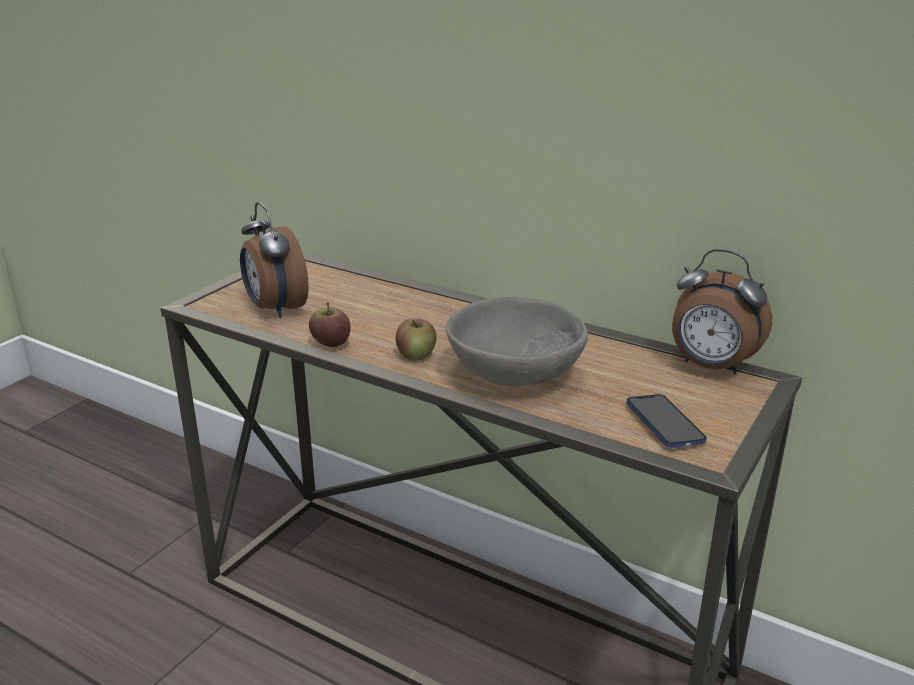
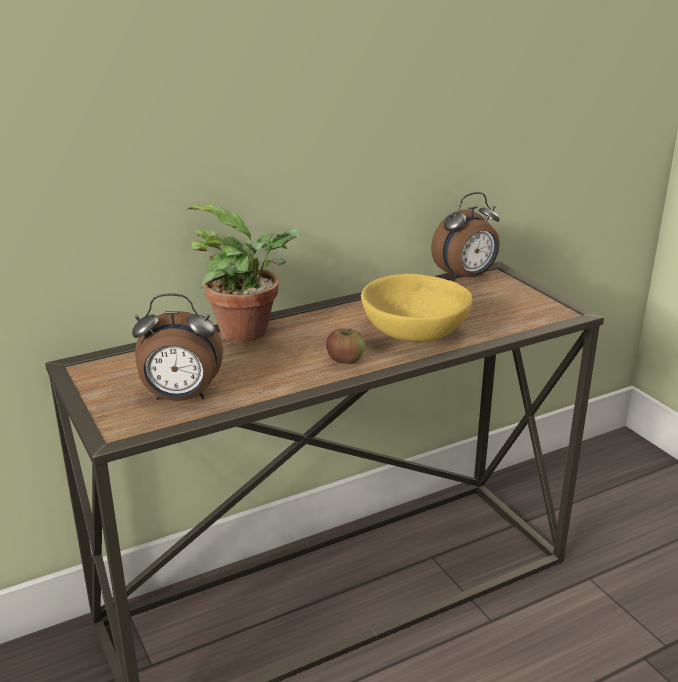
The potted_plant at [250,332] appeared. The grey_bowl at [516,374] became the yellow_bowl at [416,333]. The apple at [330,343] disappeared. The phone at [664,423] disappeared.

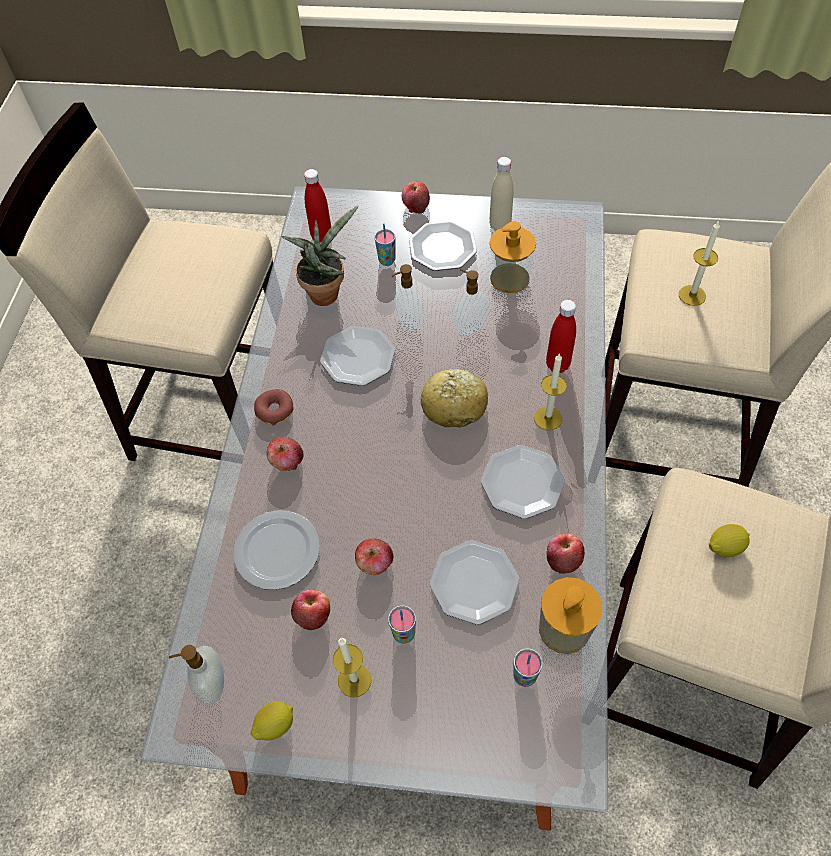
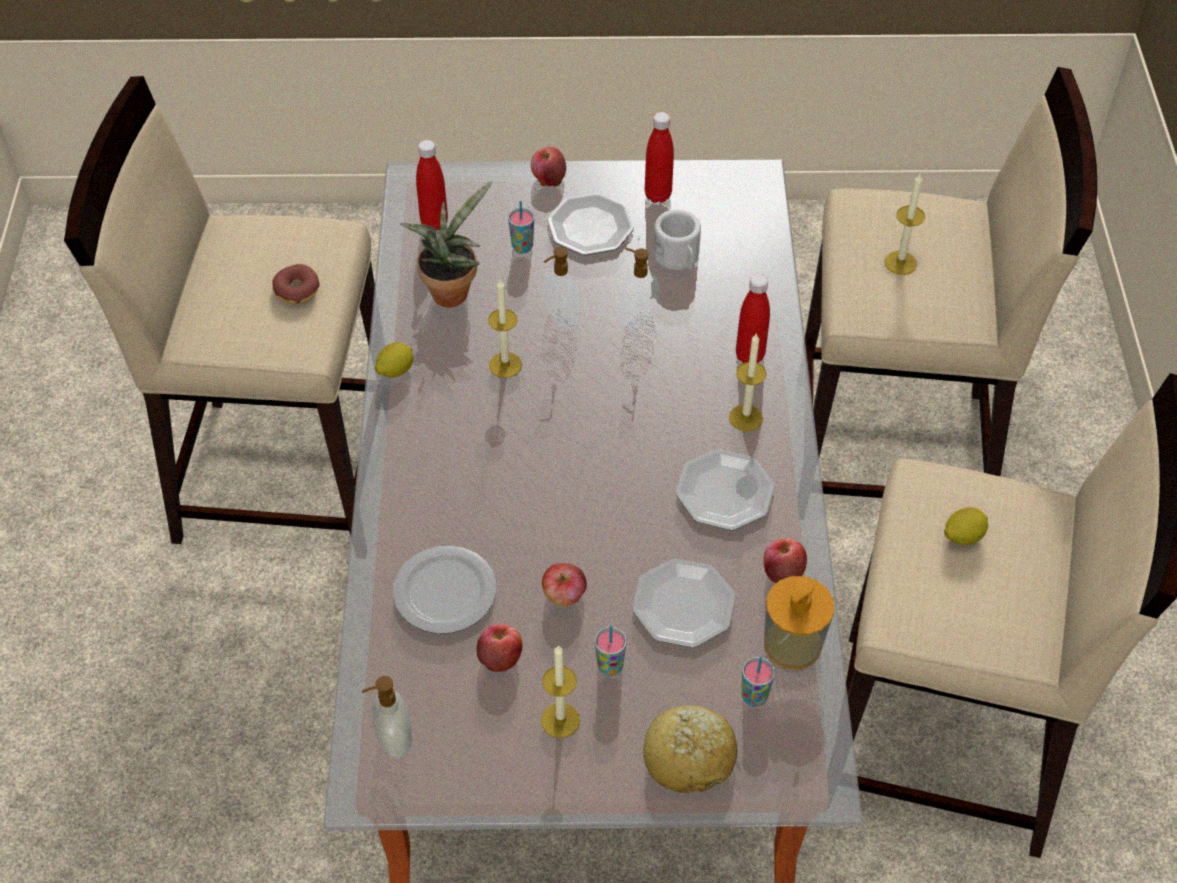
The donut moved from [275,411] to [297,290]. The lemon moved from [275,725] to [395,371]. The plate at [358,357] was replaced by the candle at [505,365]. The bread moved from [454,405] to [689,757]. The beige_bottle at [500,225] became the red_bottle at [658,195]. The soap_dispenser at [509,278] was replaced by the white_mug at [678,258]. The apple at [287,462] disappeared.

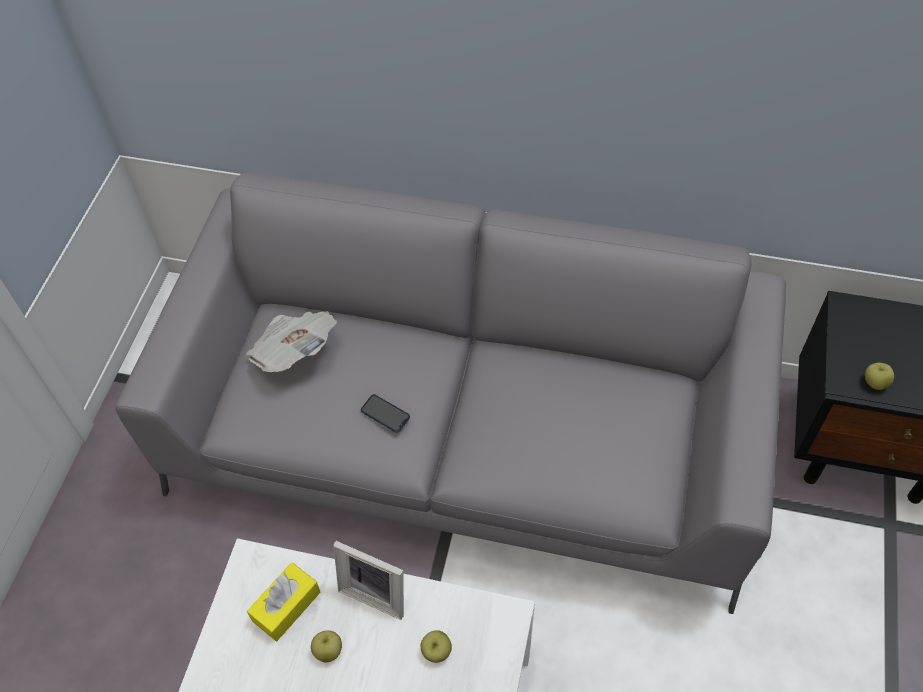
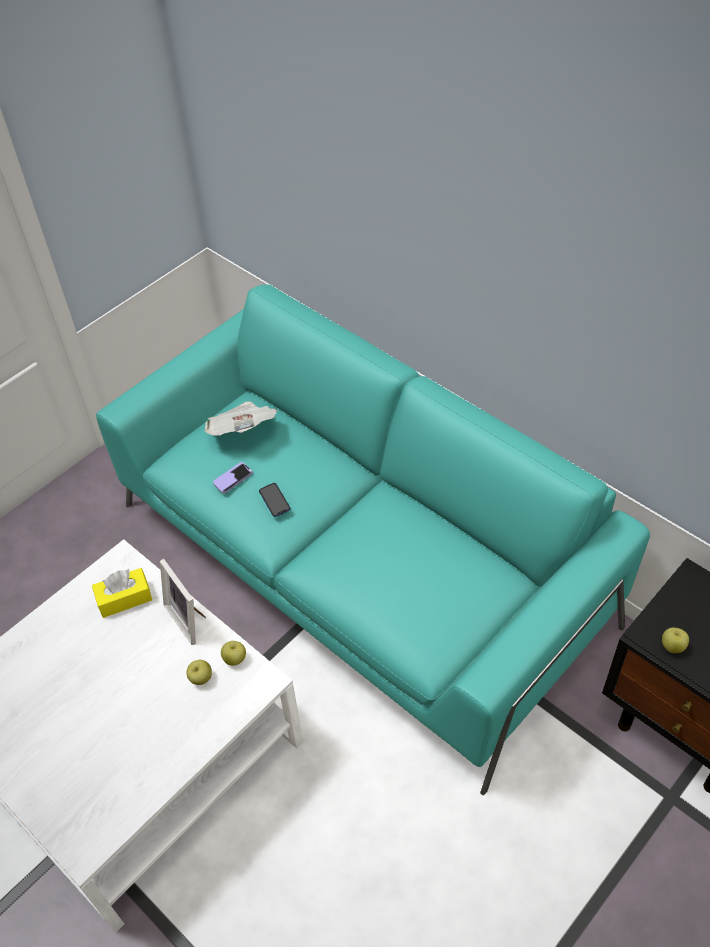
The grey_sofa at [465,437] became the turquoise_sofa at [361,563]. The phone at [233,478] appeared. The apple moved from [328,651] to [235,659].

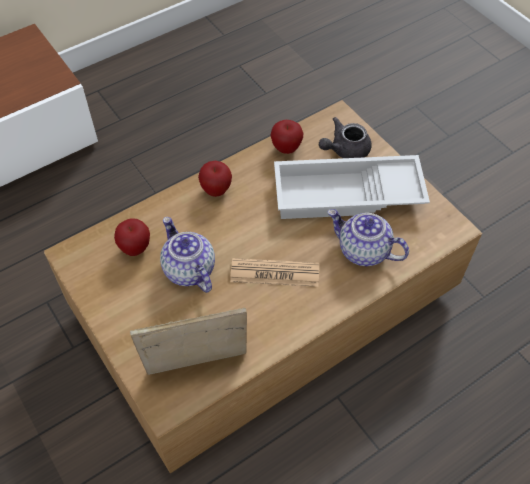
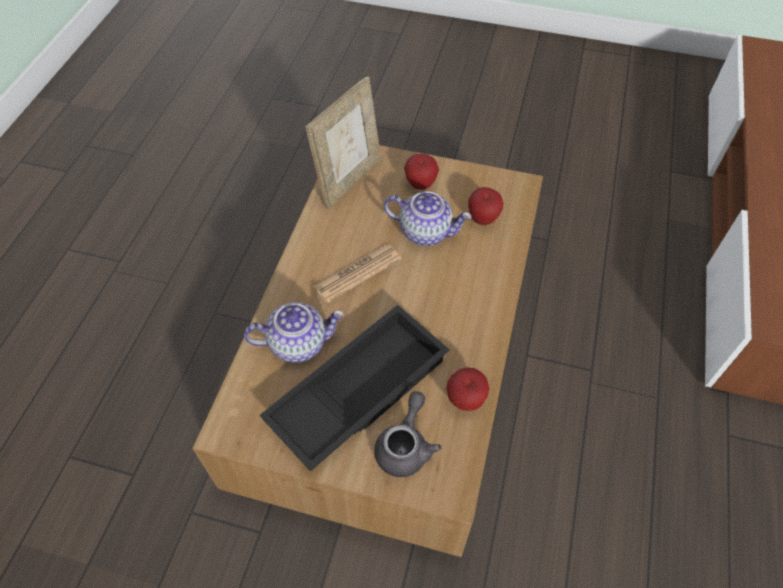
The white_tray at [347,196] became the black_tray at [358,389]. The apple moved from [216,190] to [420,184].

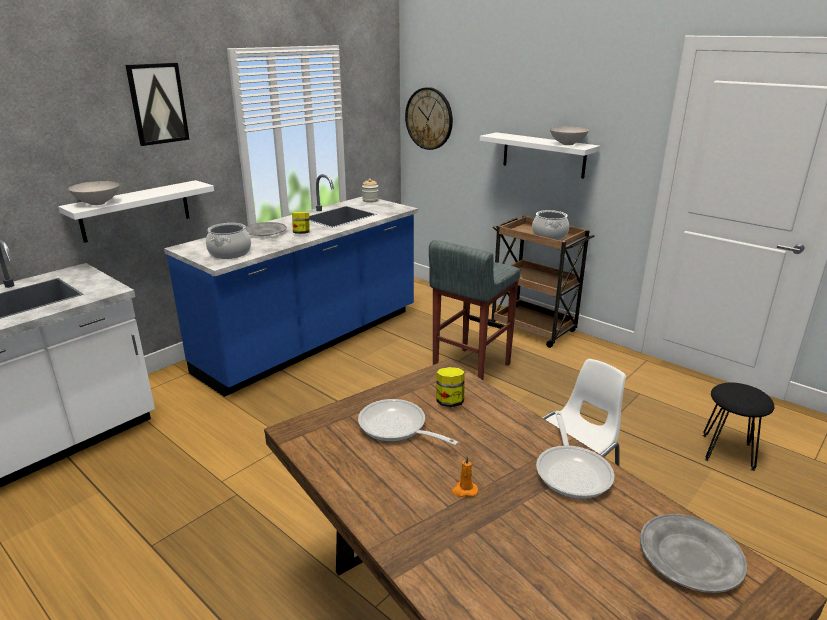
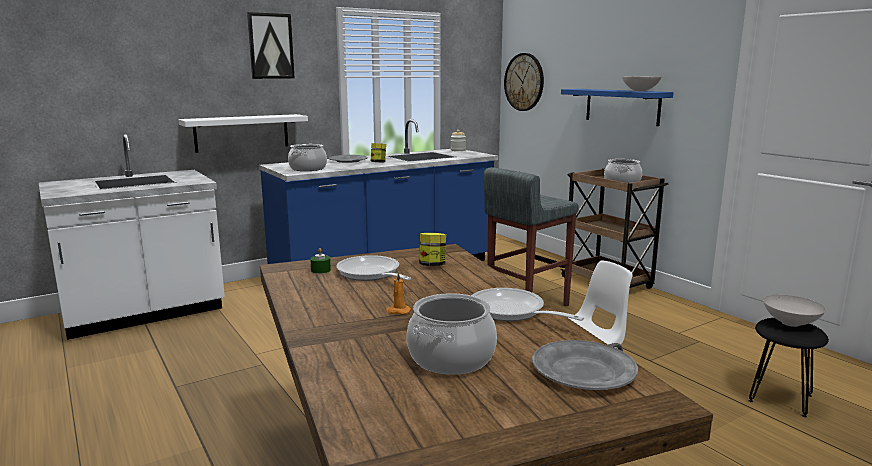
The green_candle at [320,270] appeared. The cooking_pot at [451,358] appeared. The frying_pan at [572,471] turned 120 degrees clockwise. The white_shelf at [543,155] became the blue_shelf at [622,106]. The white_bowl moved from [98,203] to [791,323].

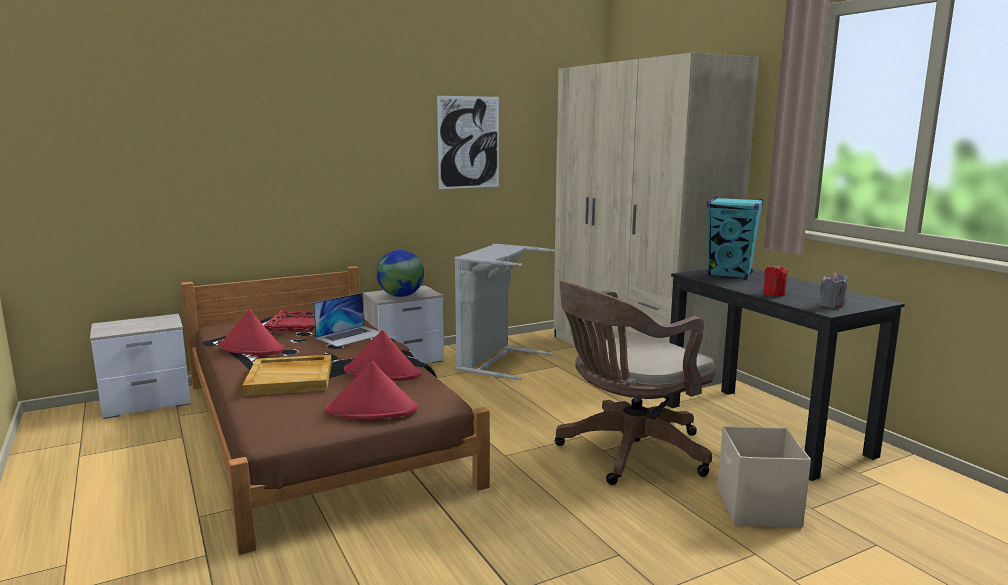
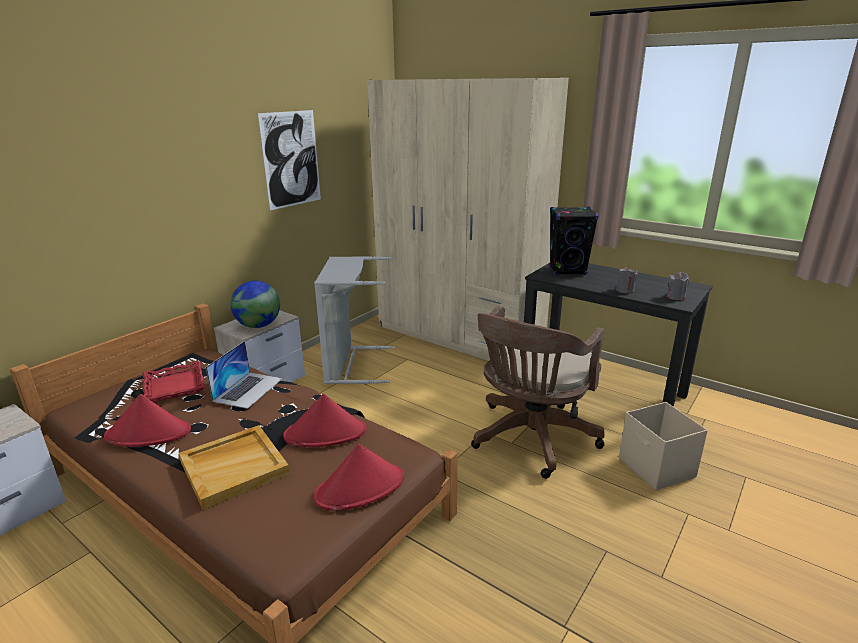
The turquoise_speaker at [730,274] became the black_speaker at [568,271]. The red_candle at [774,294] became the grey_candle at [625,290].

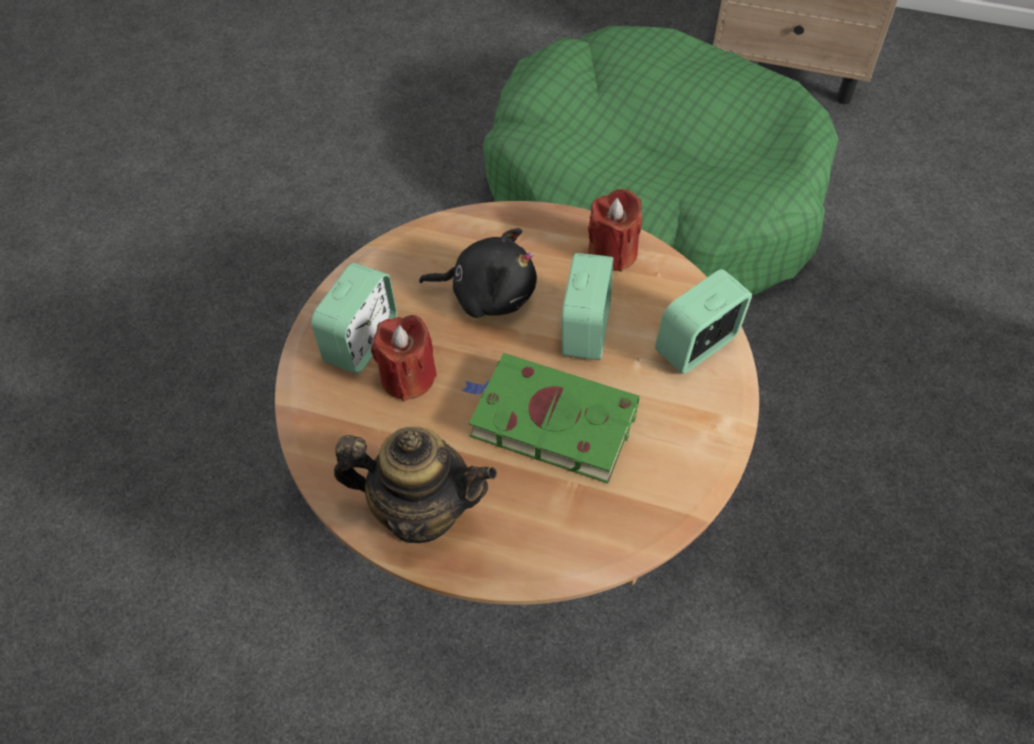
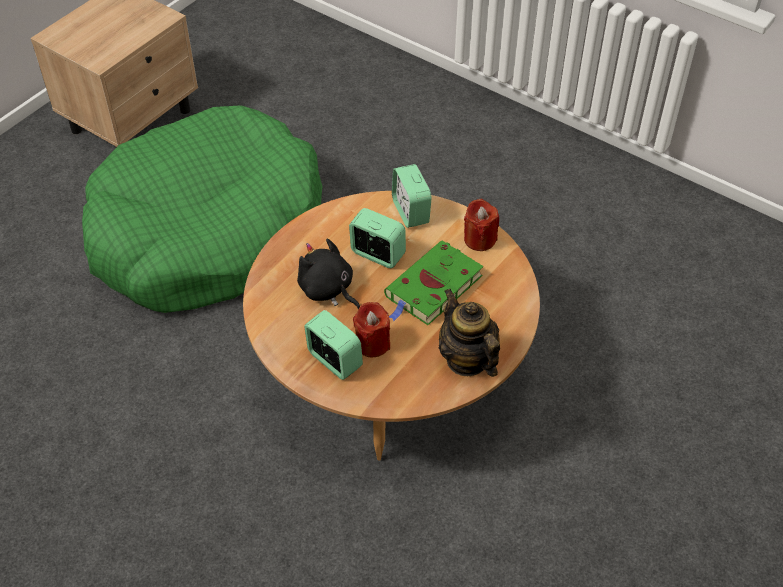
The black_plush_toy at [487,294] turned 75 degrees counterclockwise. The teapot at [420,510] turned 60 degrees counterclockwise. The red_candle moved from [612,252] to [479,239].

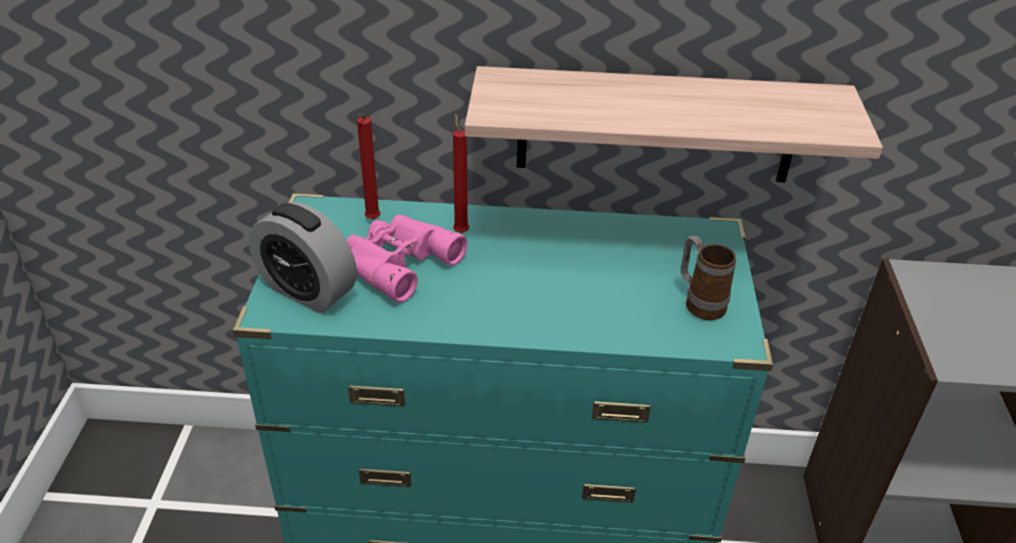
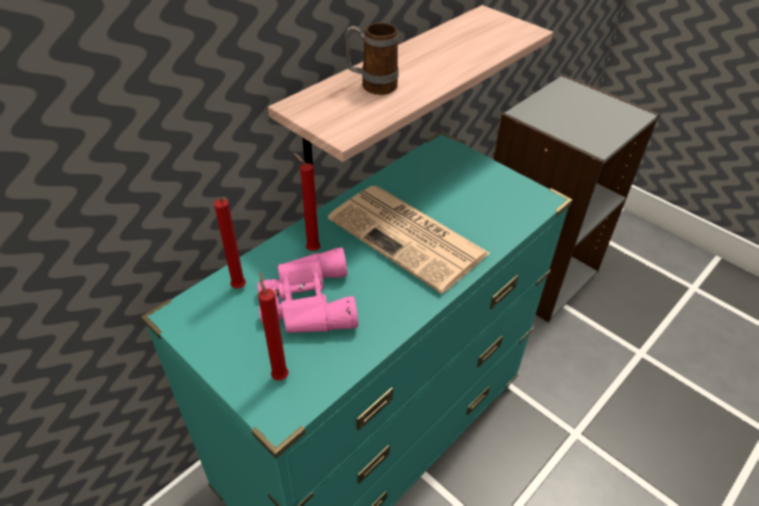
The alarm_clock at [307,290] was replaced by the red_candle at [279,375]. The newspaper at [409,237] appeared. The mug moved from [699,302] to [372,86].

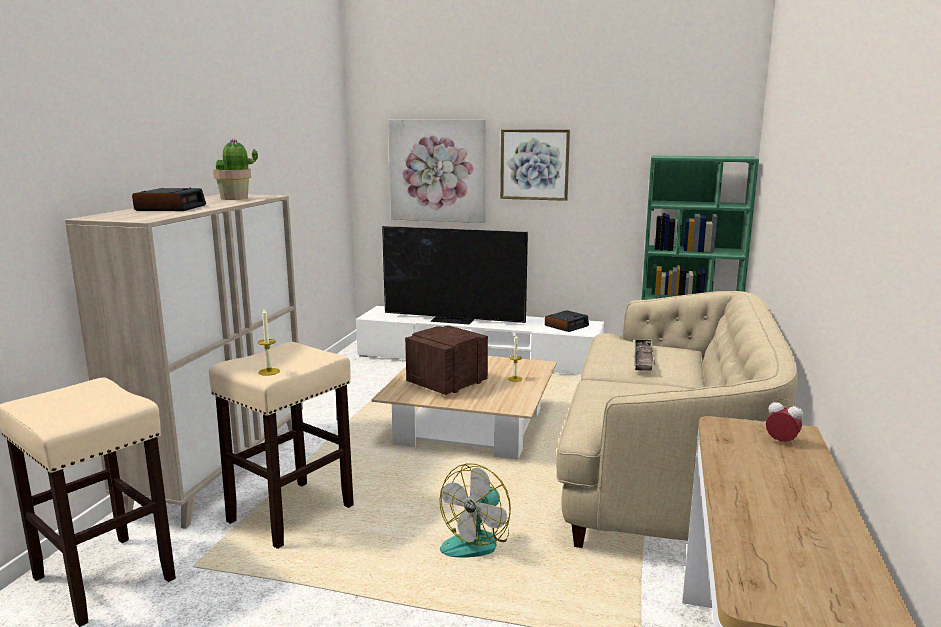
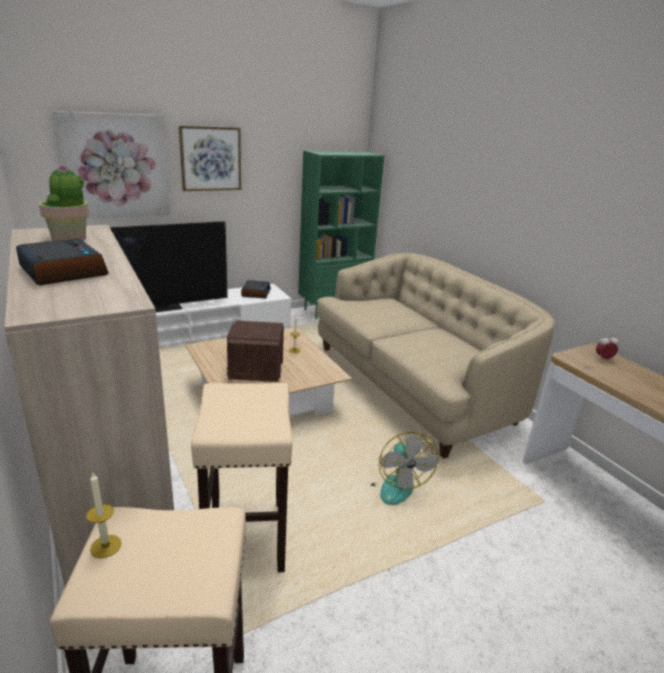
The candle moved from [269,372] to [105,546]. The tray at [642,358] disappeared.

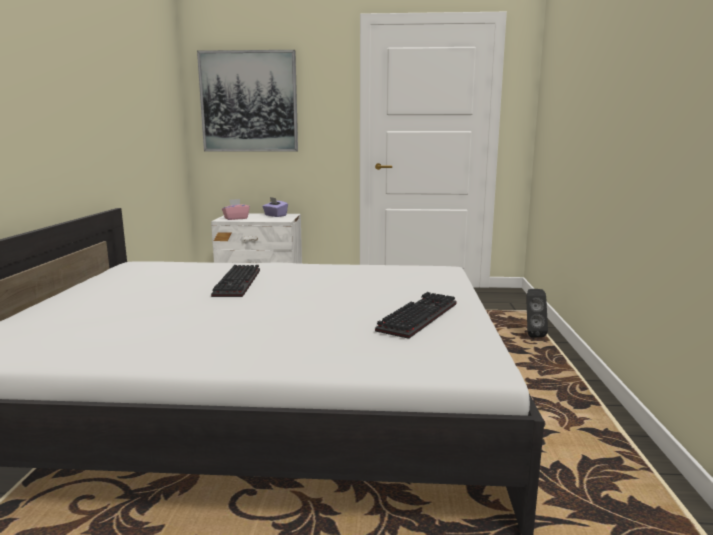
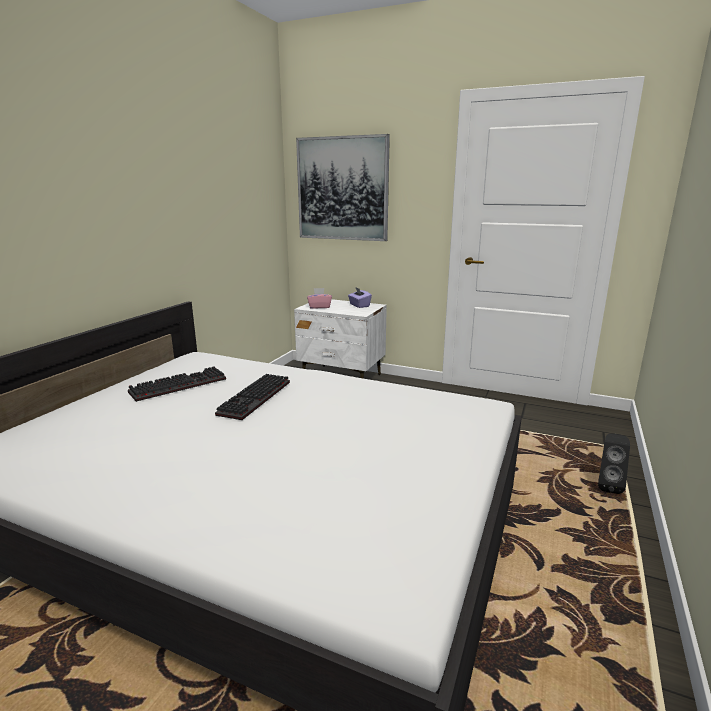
The keyboard moved from [417,316] to [179,385].

